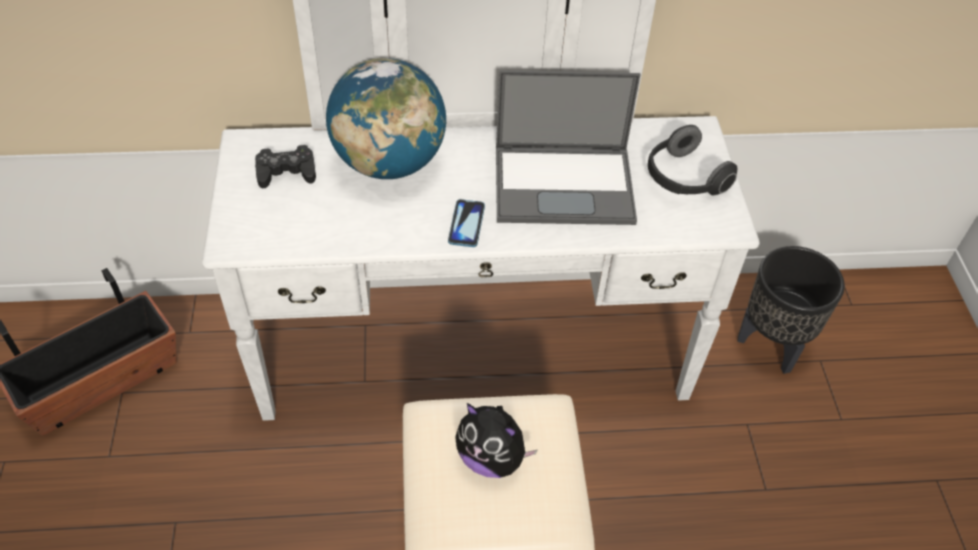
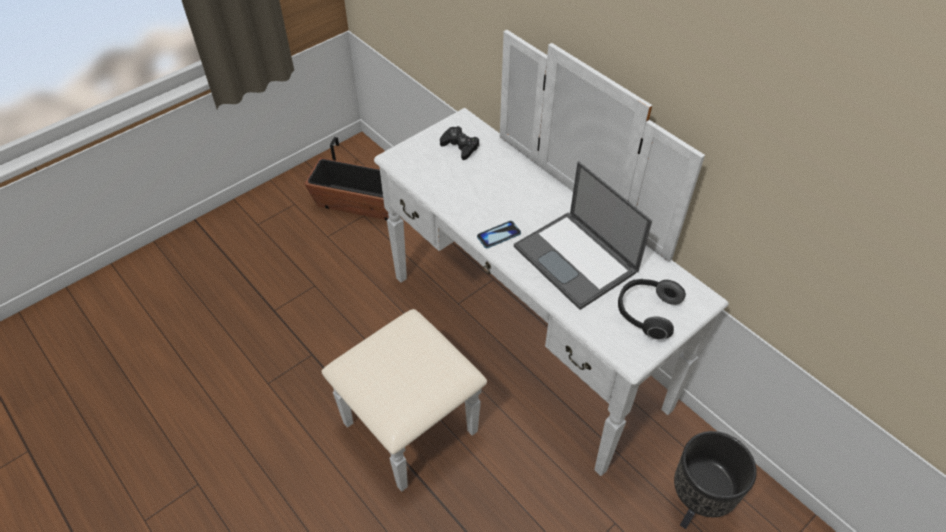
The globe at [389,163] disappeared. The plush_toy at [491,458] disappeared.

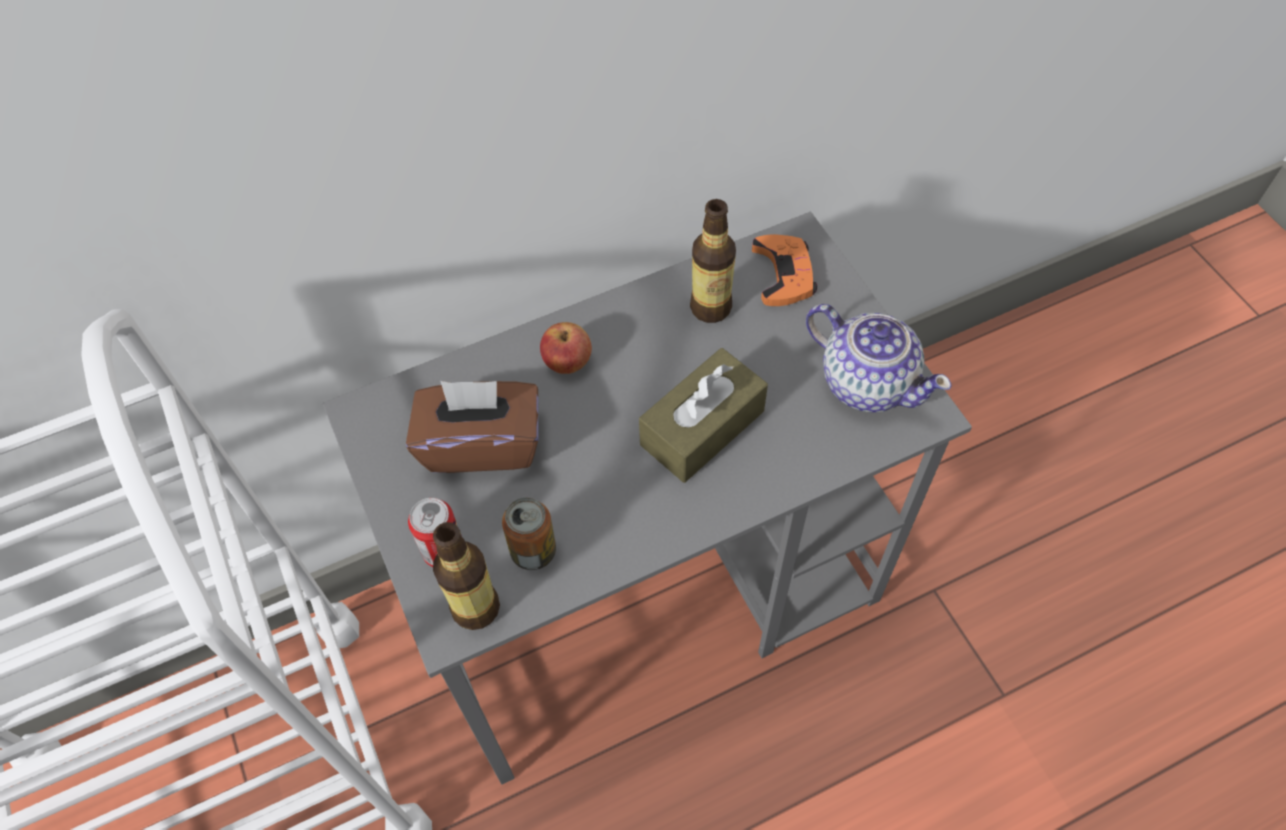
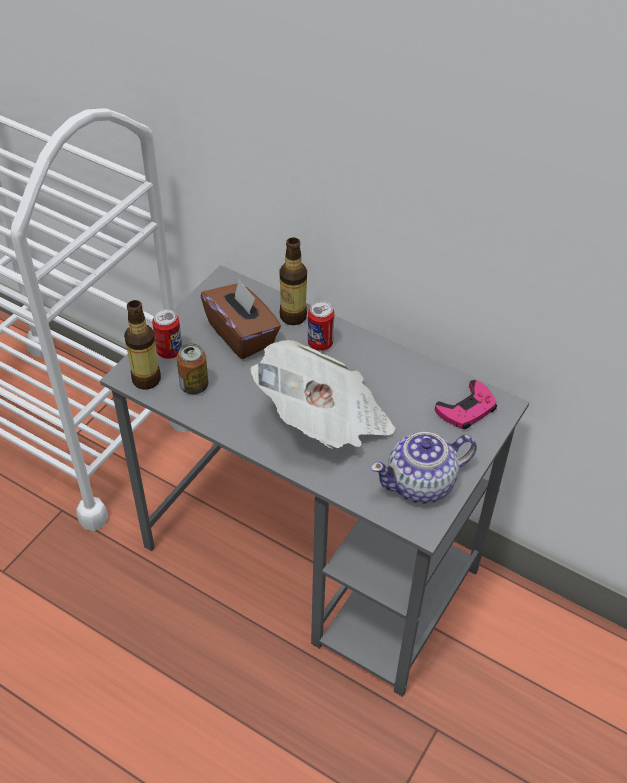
The brown_tissue_box at [702,428] was replaced by the newspaper at [324,420]. The bottle moved from [711,307] to [293,316]. The apple at [567,363] was replaced by the can at [320,343]. The teapot at [867,381] turned 60 degrees clockwise. The orange_game_controller at [783,274] became the pink_game_controller at [467,409].

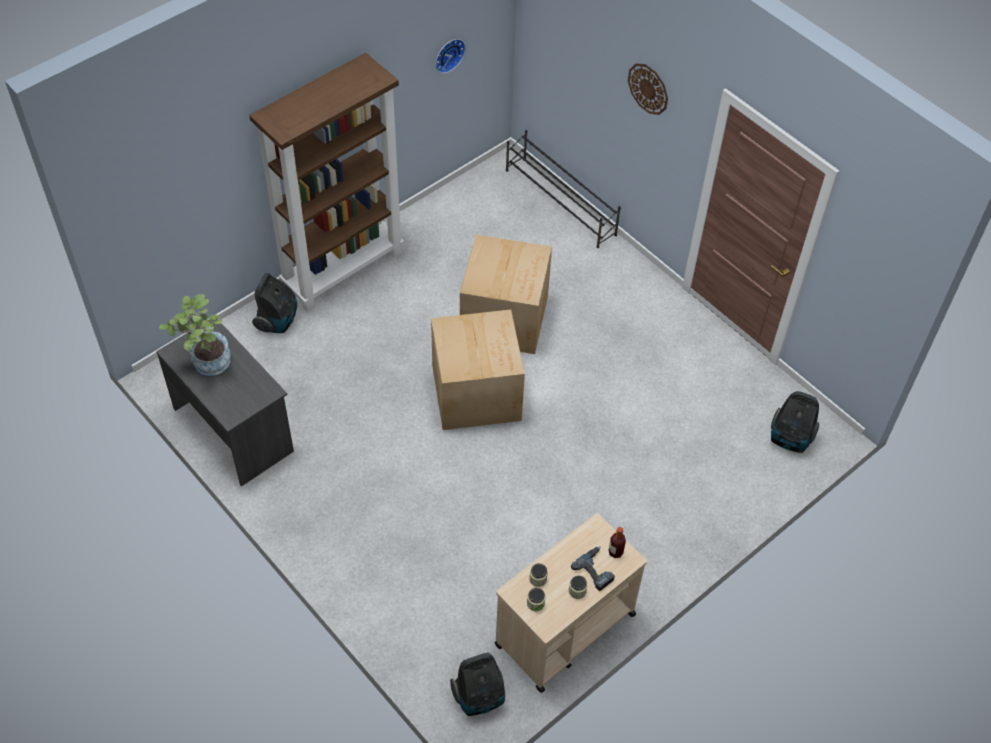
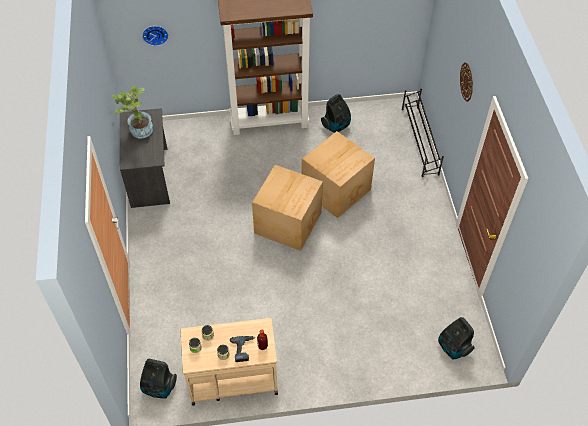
The wall_clock moved from [448,54] to [155,34]. The vacuum_cleaner moved from [278,321] to [336,126].

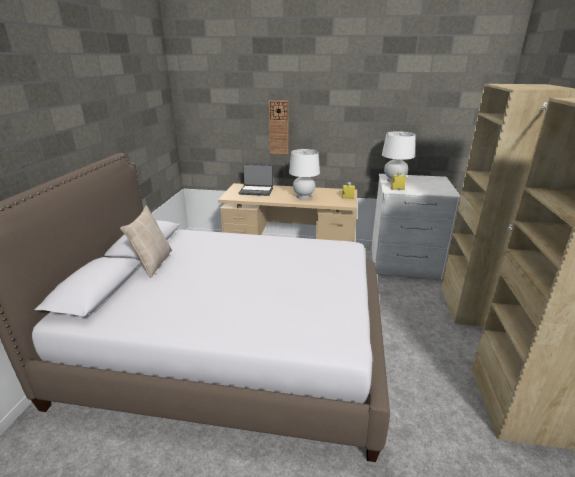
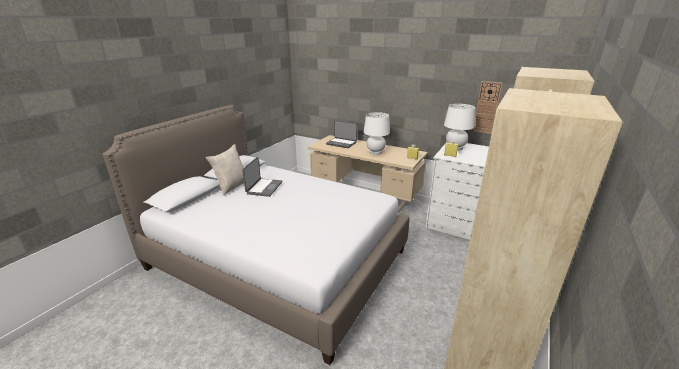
The laptop at [264,188] appeared. The wall_clock moved from [279,127] to [487,107].

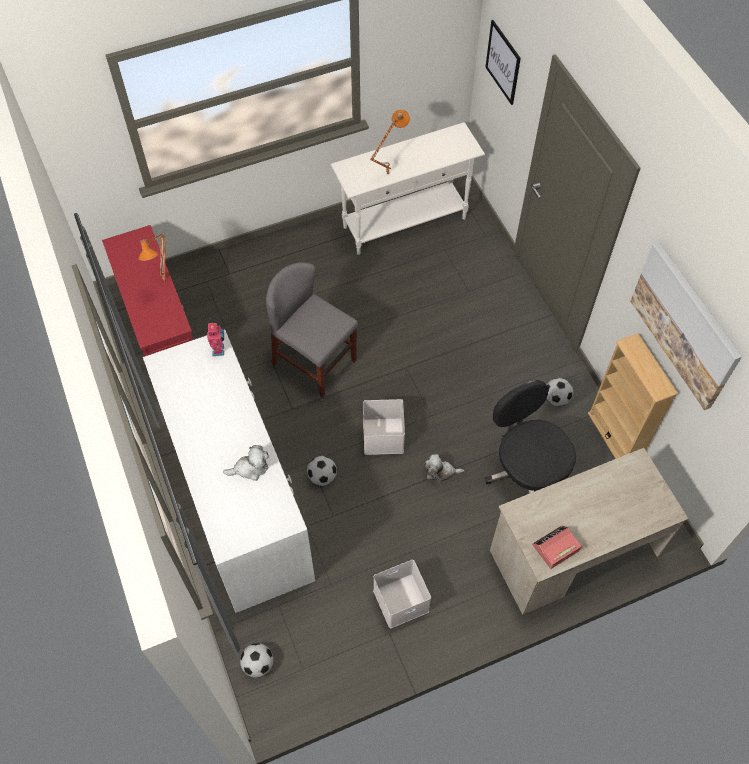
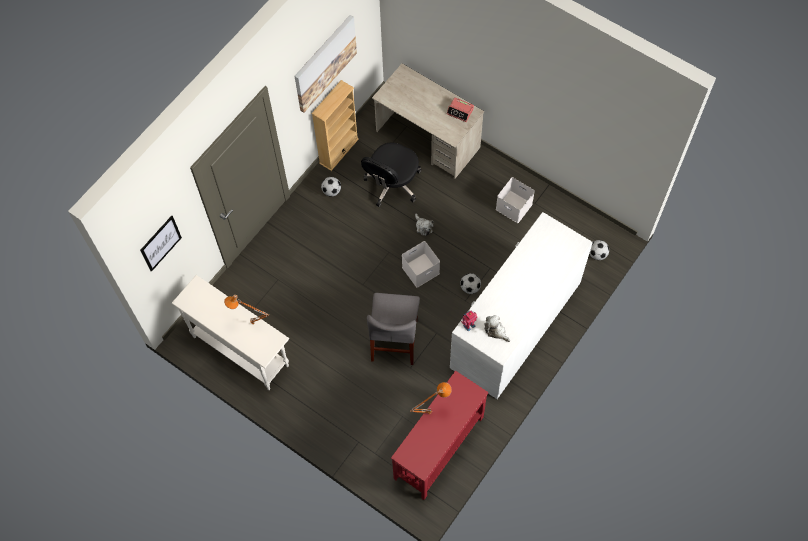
The plush_toy moved from [250,468] to [496,331].

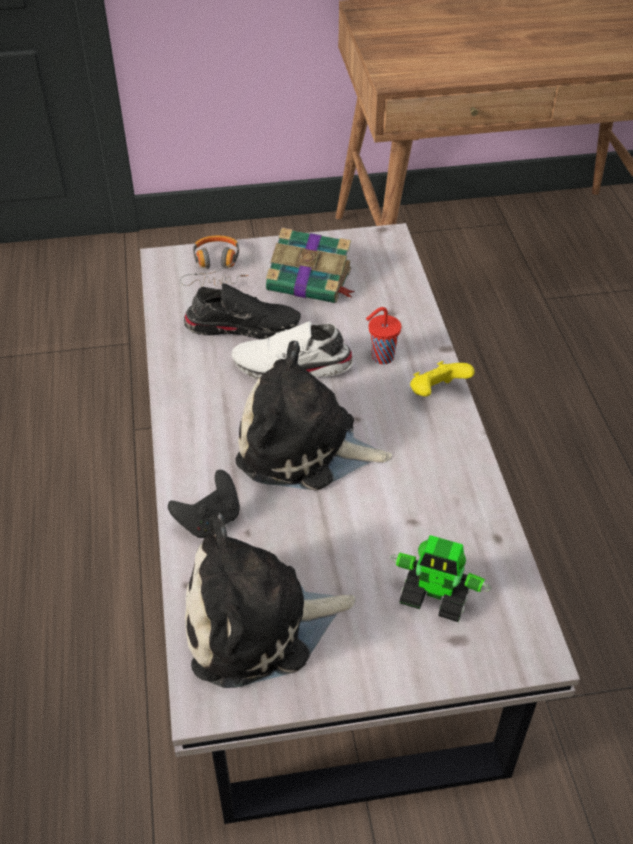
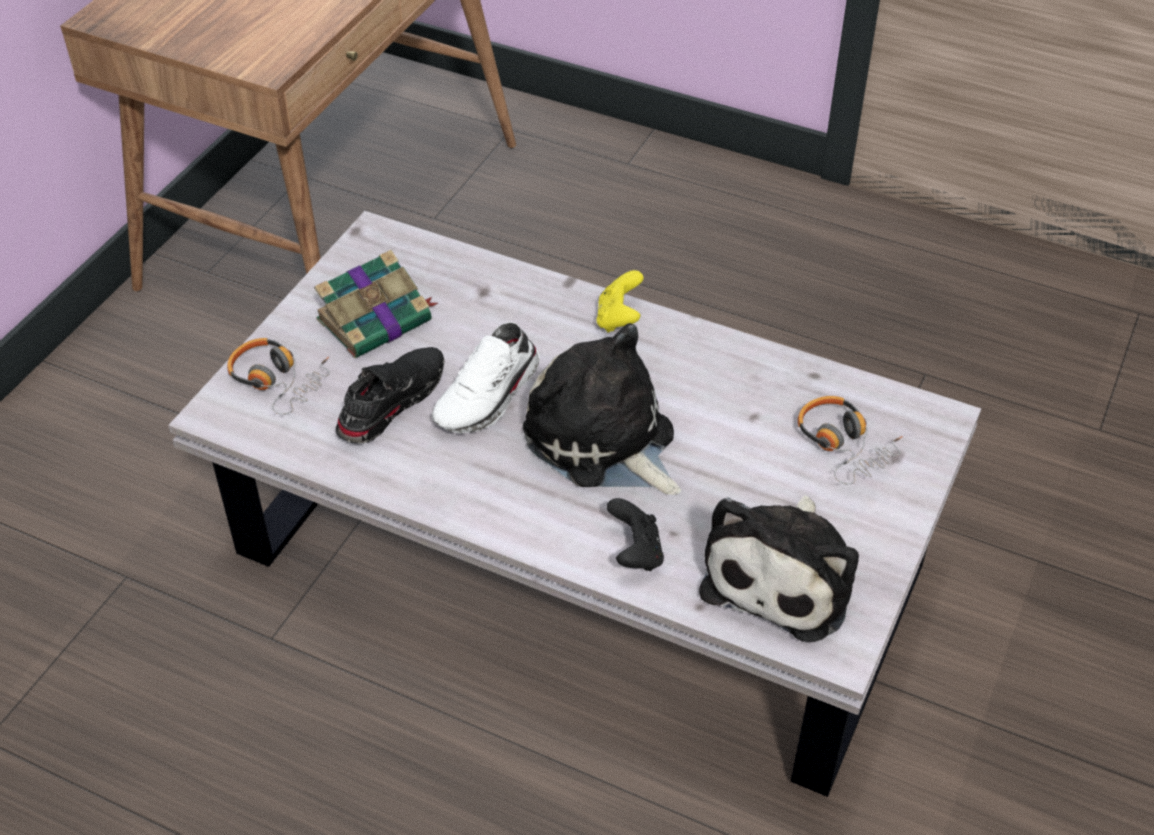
The plush_toy at [304,447] turned 90 degrees clockwise. The toy_robot at [436,596] was replaced by the headphones at [844,445]. The red_cup at [381,357] disappeared.

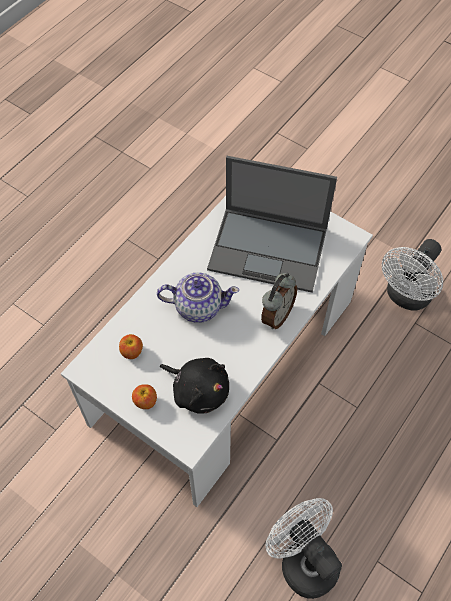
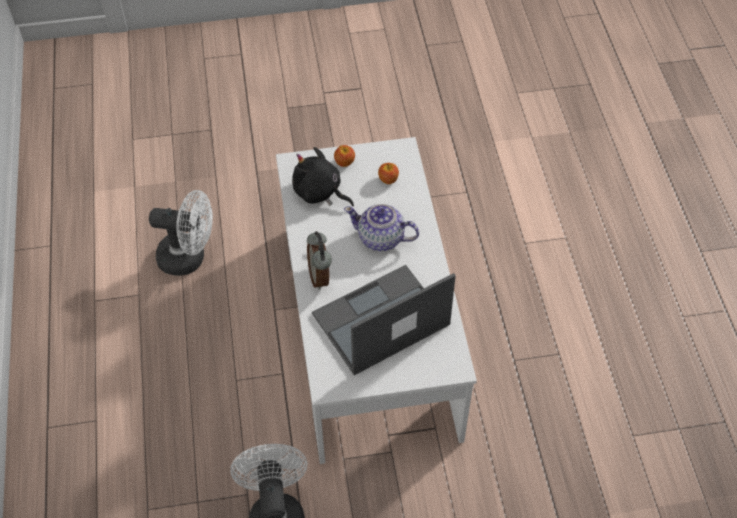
The black_plush_toy at [198,390] turned 45 degrees clockwise. The teapot at [198,306] turned 60 degrees clockwise.

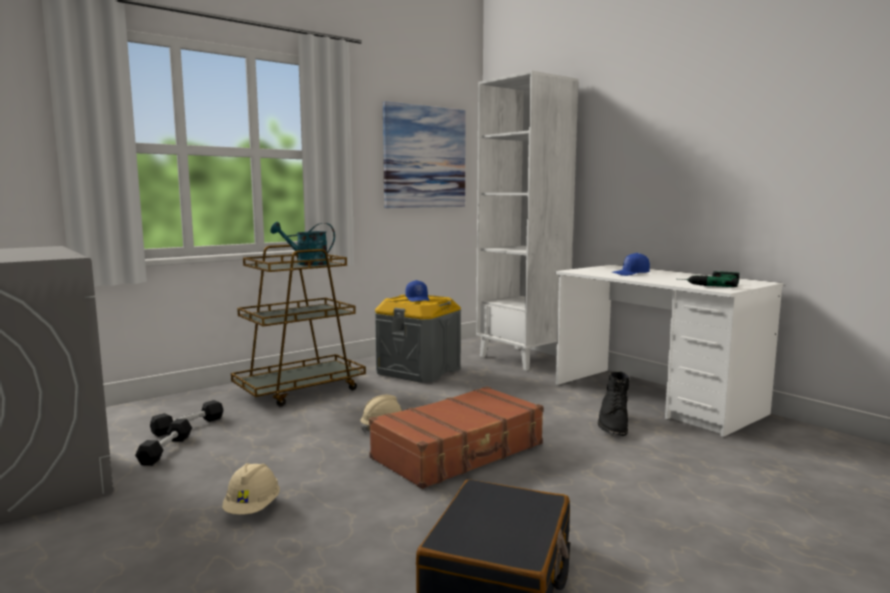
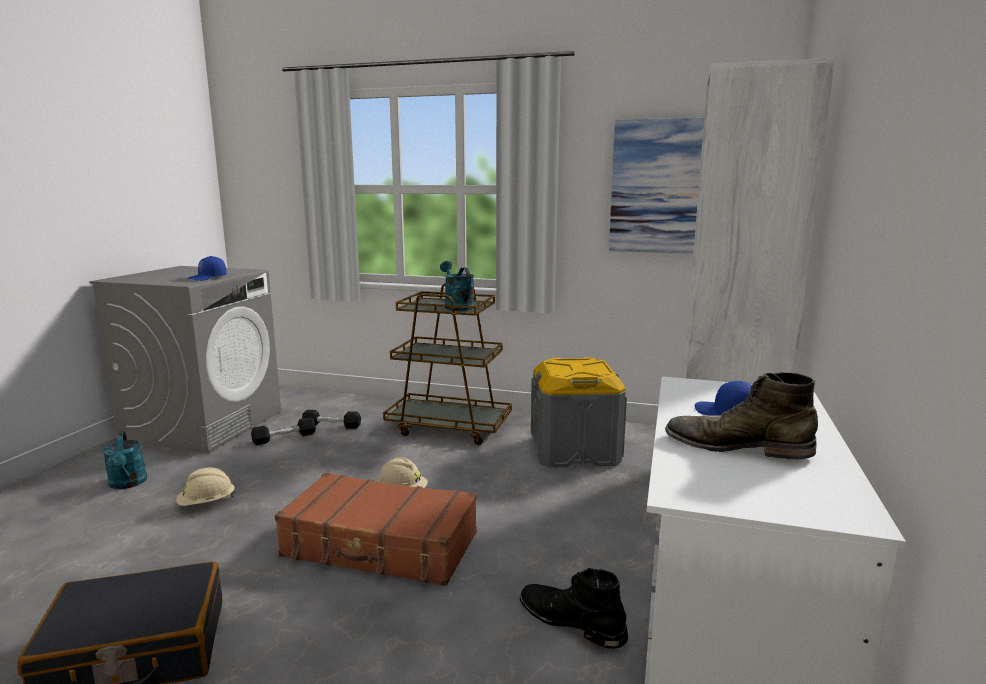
The turquoise_watering_can at [127,484] appeared. The blue_cap moved from [418,299] to [207,278]. The black_boot at [613,424] turned 60 degrees clockwise. The green_boot at [736,446] appeared. The power_drill at [708,284] disappeared.

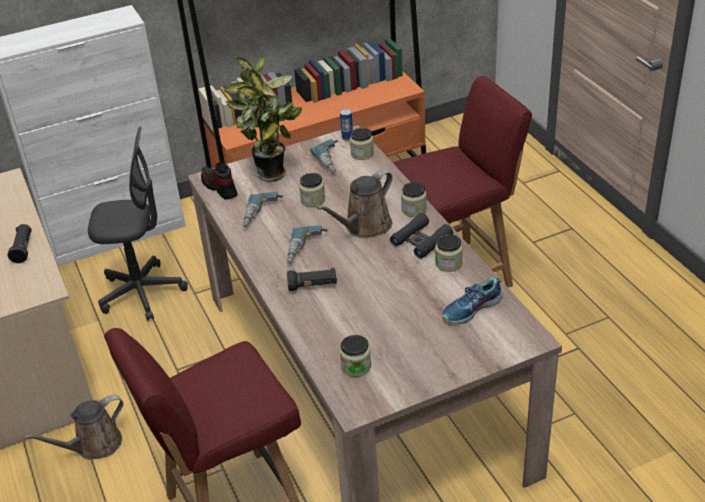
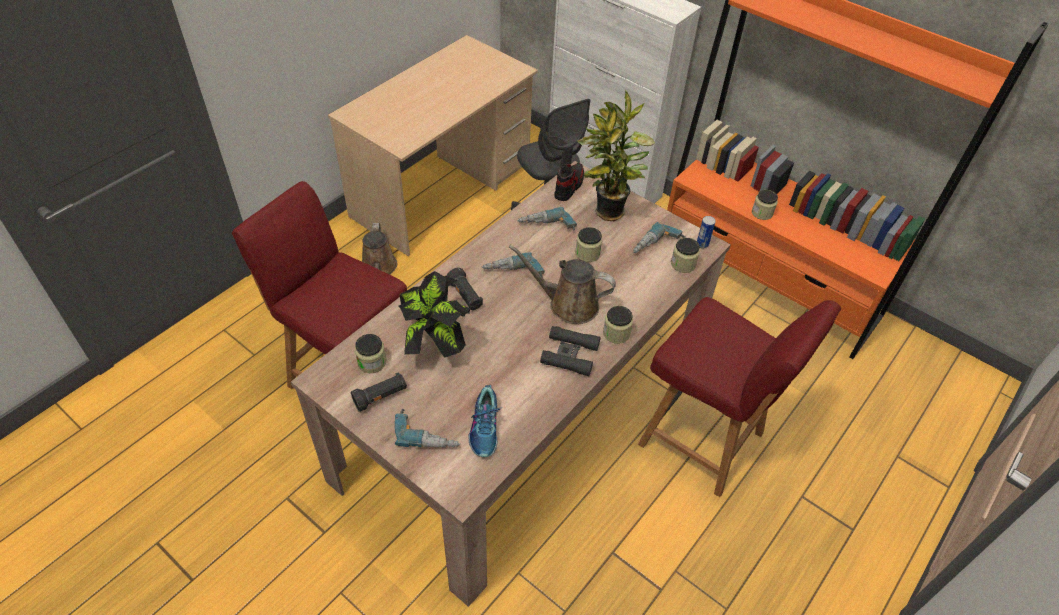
The black_flashlight moved from [23,249] to [381,397]. The brown_watering_can at [94,445] turned 120 degrees counterclockwise. The power_drill at [427,433] appeared. The potted_plant at [434,343] appeared. The shoe at [472,309] turned 120 degrees counterclockwise. The jar moved from [448,263] to [762,213].

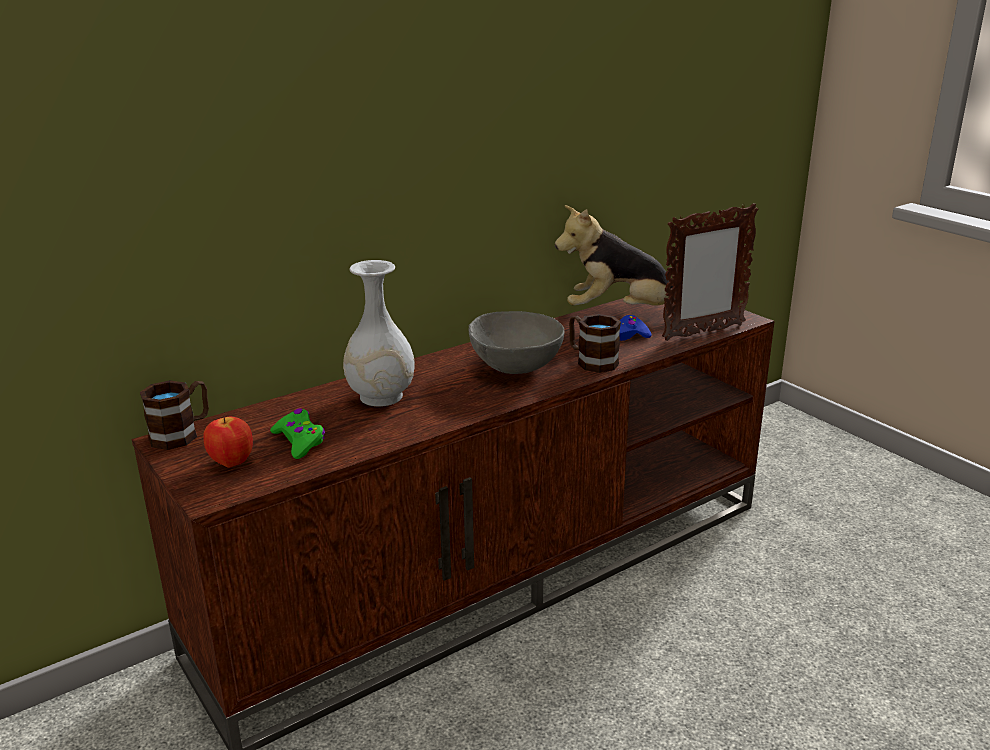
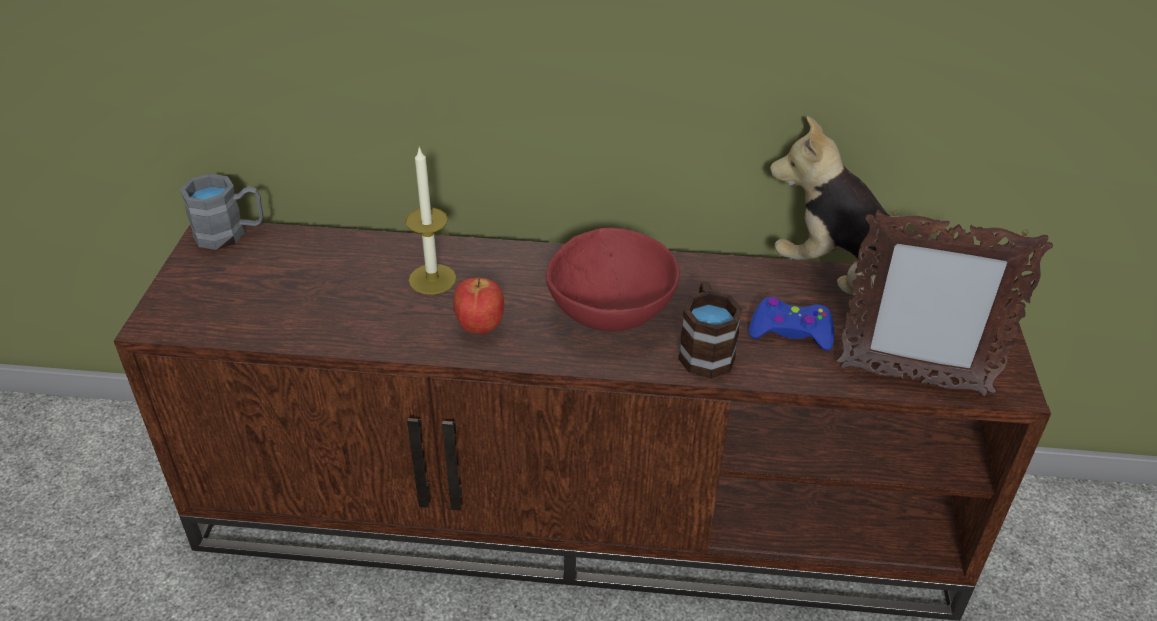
The brown_mug at [182,434] became the grey_mug at [230,233]. The white_vase at [380,396] was replaced by the candle at [432,279]. The apple moved from [231,463] to [479,327]. The grey_bowl at [516,368] became the red_bowl at [610,313]. The green_game_controller at [300,441] disappeared.

